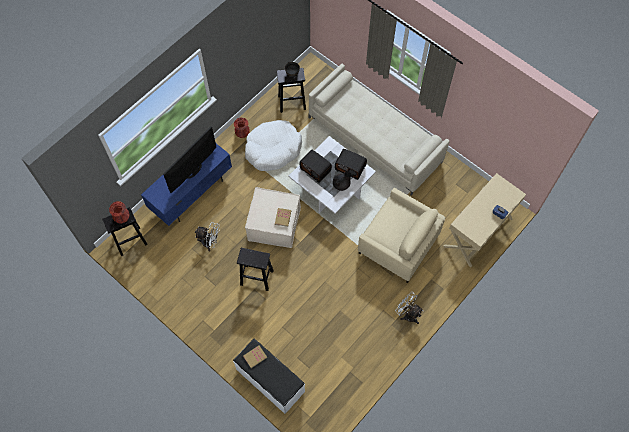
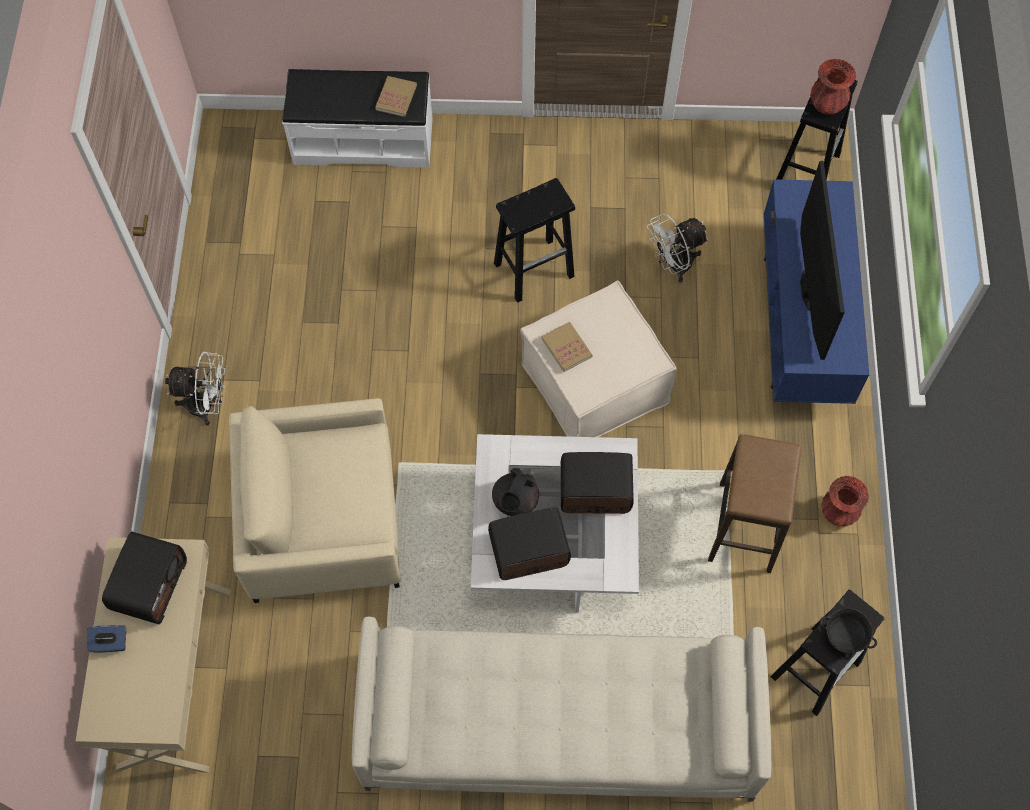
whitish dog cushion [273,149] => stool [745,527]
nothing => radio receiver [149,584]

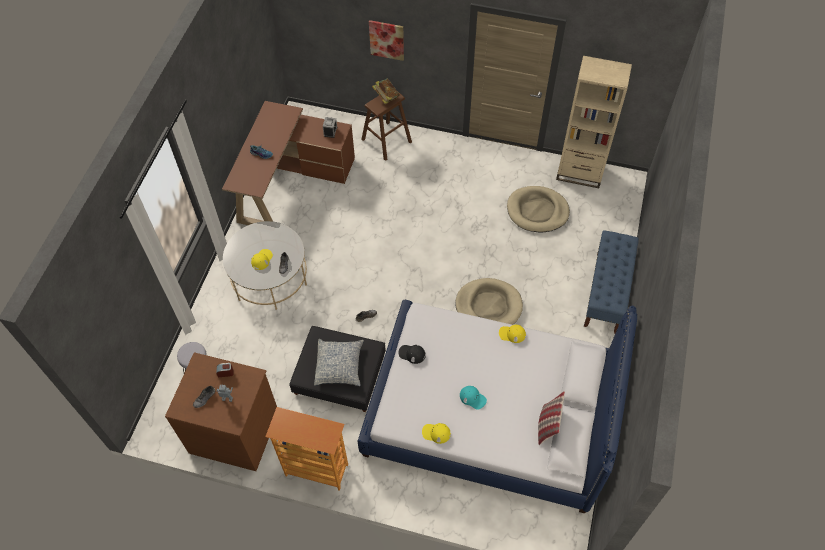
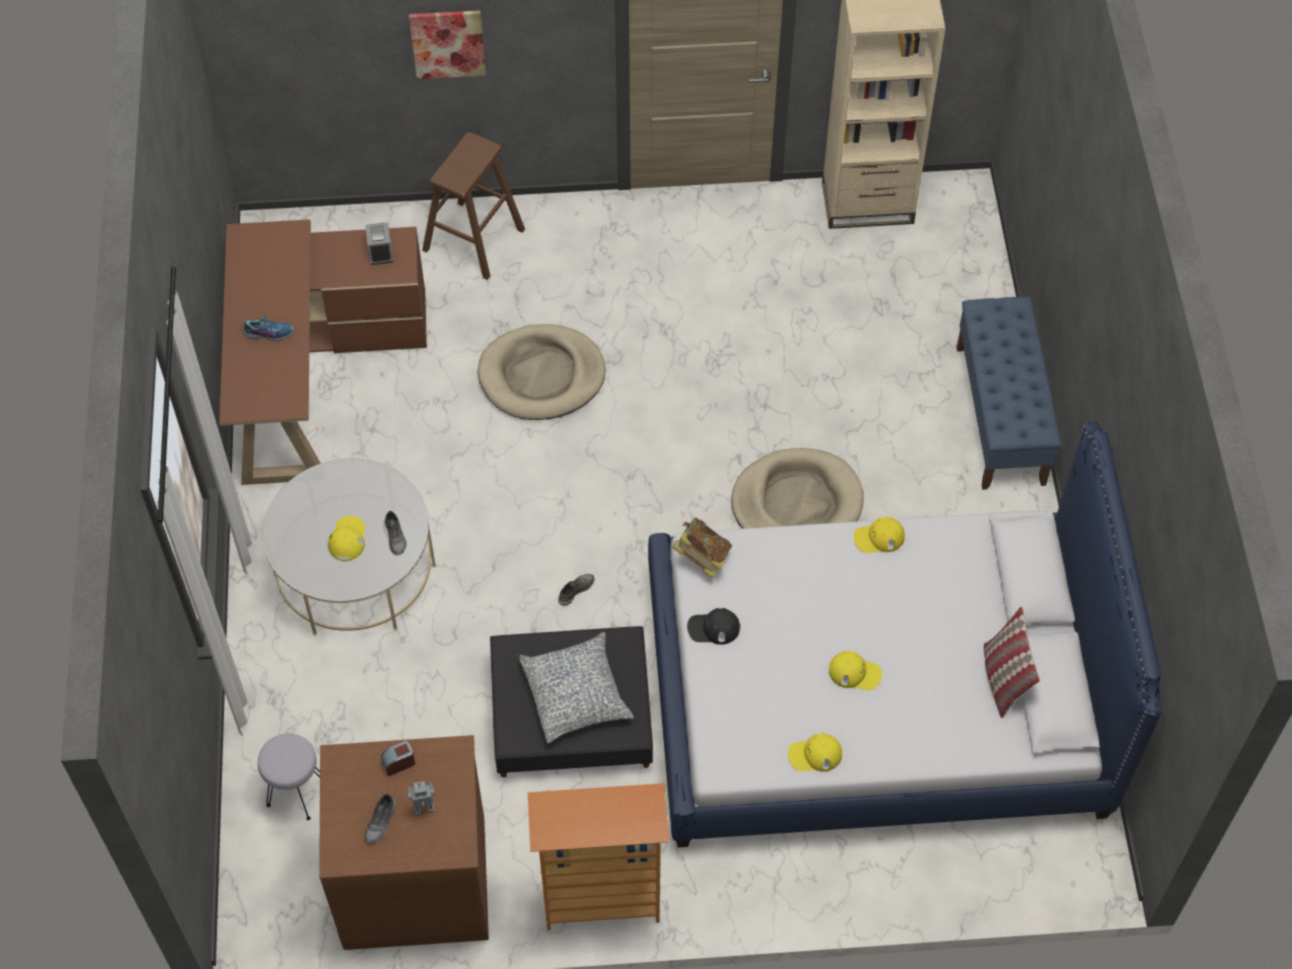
book [386,97] => book [702,557], relocated
turquoise baseball cap [472,398] => yellow-coloured baseball cap [855,672]
beige dog cushion [537,211] => beige dog cushion [541,376], relocated

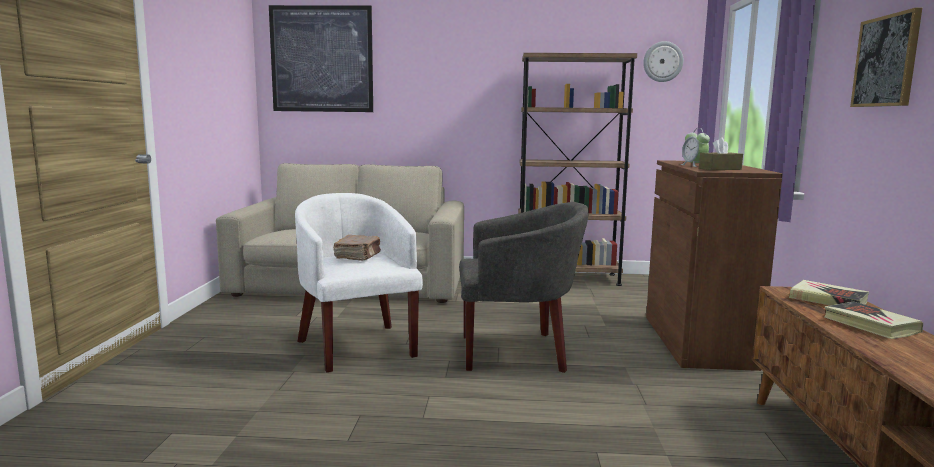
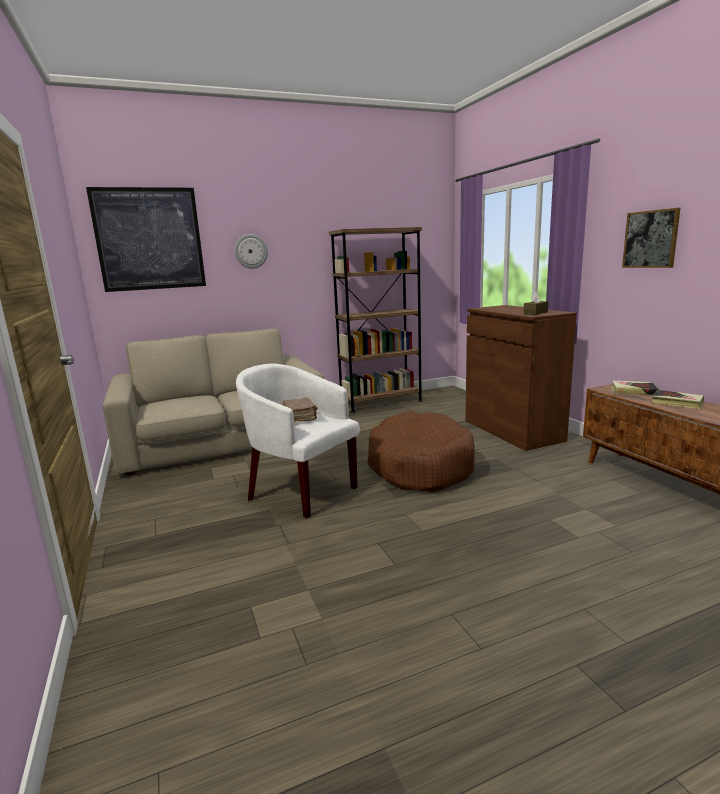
grey lounge chair [517,352] => brown-coloured dog cushion [419,466]
clock on the wall [663,61] => clock on the wall [251,251], relocated
bedside clock [694,165] => nothing

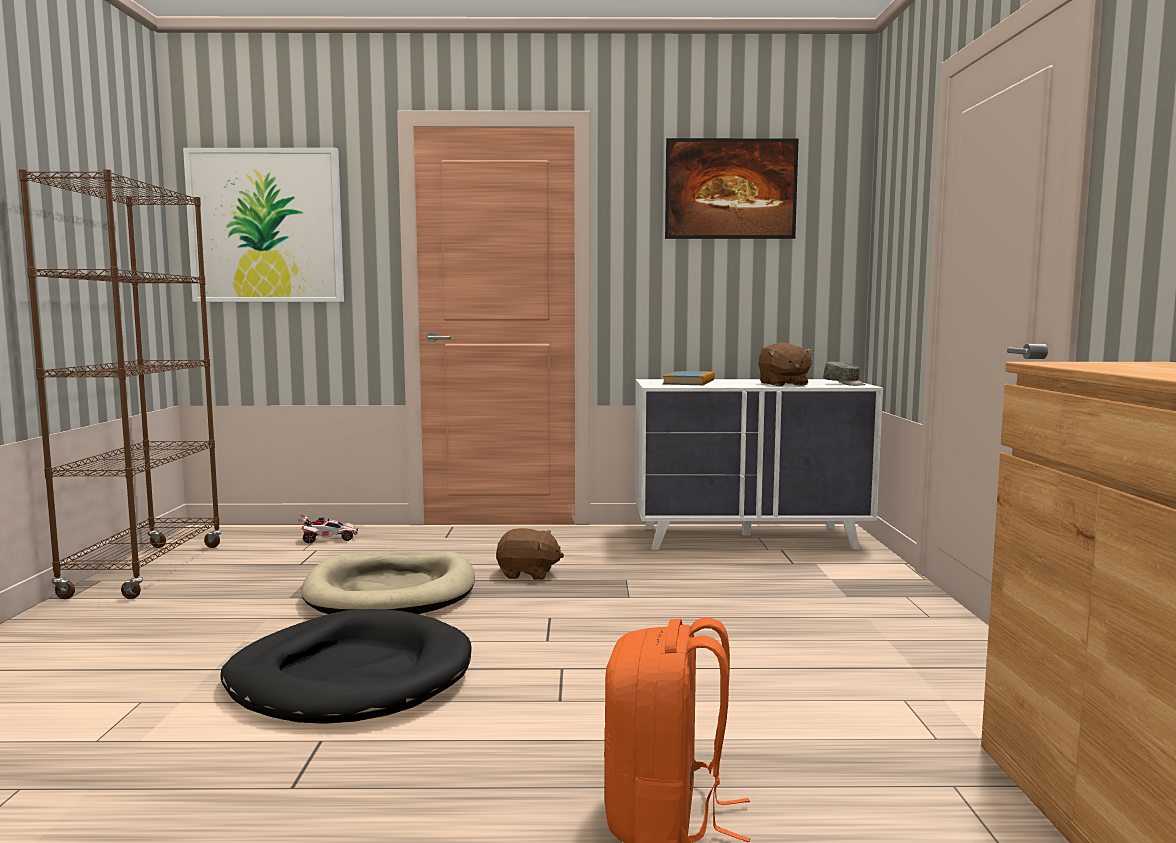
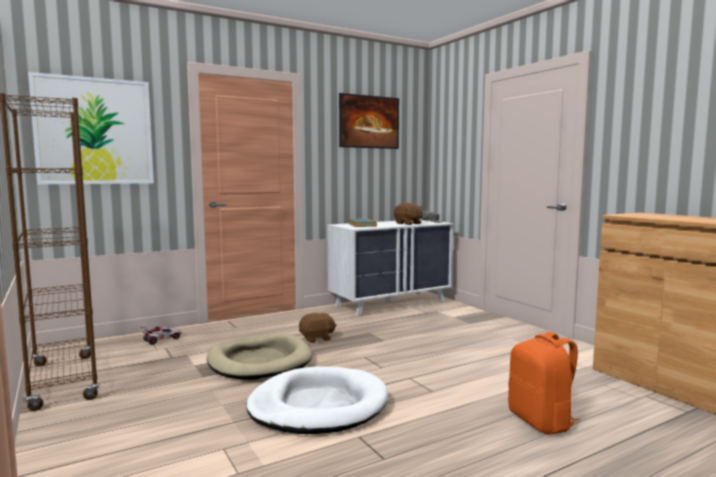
black-coloured dog cushion [350,676] => whitish dog cushion [318,406]

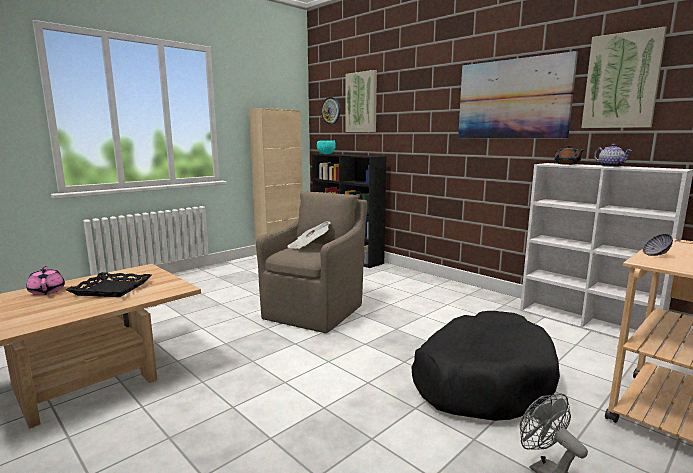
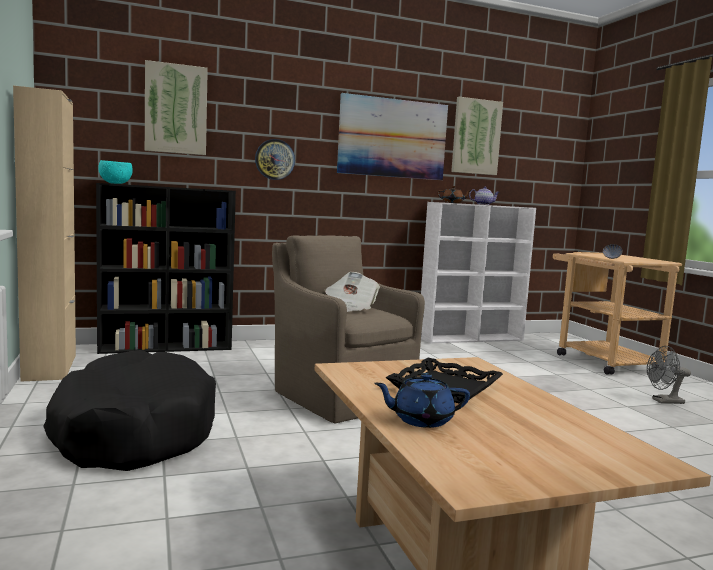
pinkish pot for tea [47,291] => blue pot for tea [421,420]
clock on the wall [331,110] => clock on the wall [274,159], relocated
black-coloured dog cushion [481,379] => black-coloured dog cushion [133,432], relocated

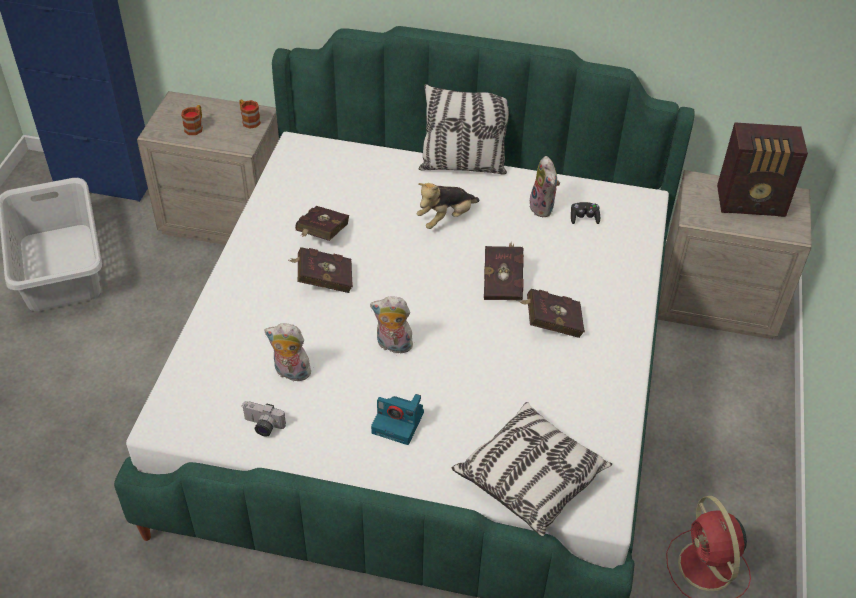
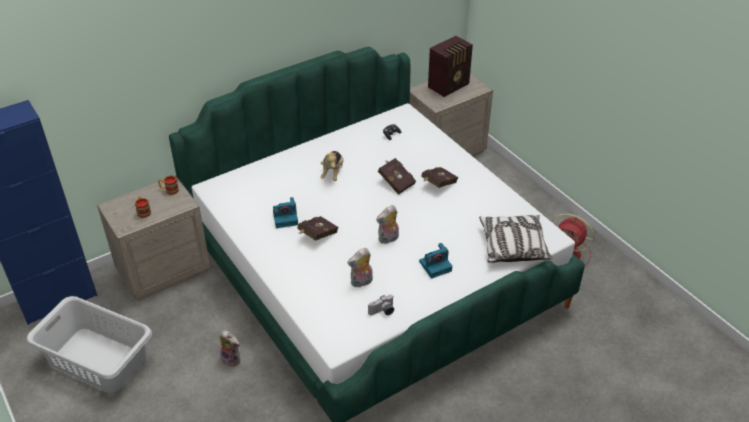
red-coloured book [321,235] => photo camera [286,218]
throw pillow [463,165] => nothing
soft toy [543,208] => soft toy [232,359], relocated

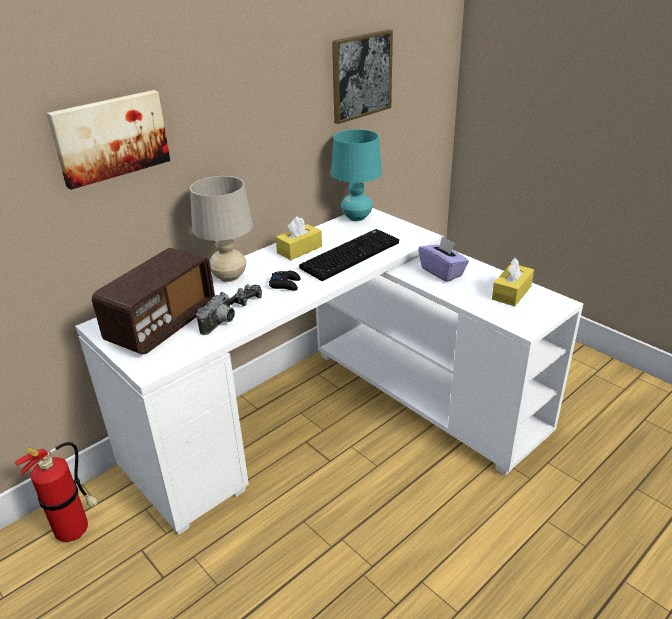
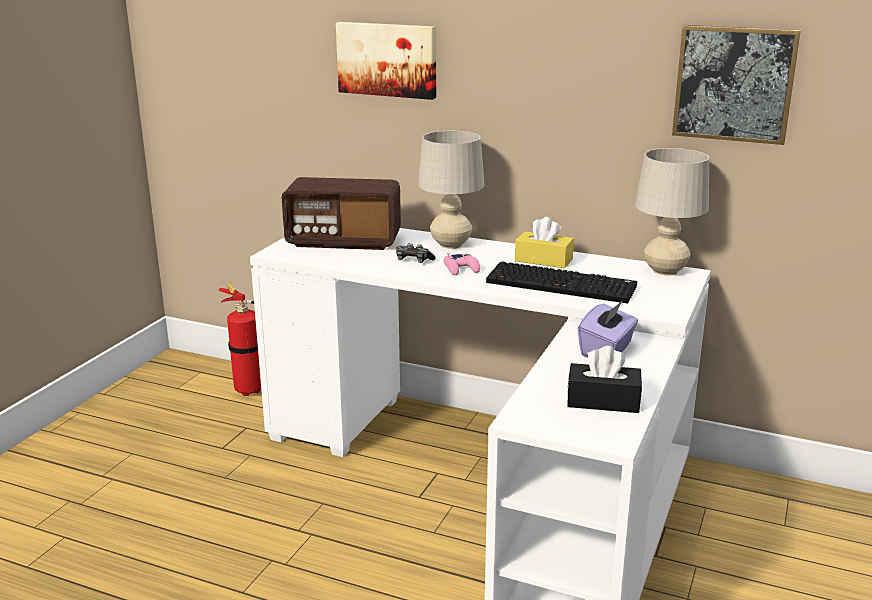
photo camera [220,324] => nothing
black-coloured gamepad [285,284] => pinkish gamepad [461,269]
turquoise tabletop lamp [357,217] => beige tabletop lamp [665,271]
yellow-coloured tissue box [511,292] => black-coloured tissue box [603,401]

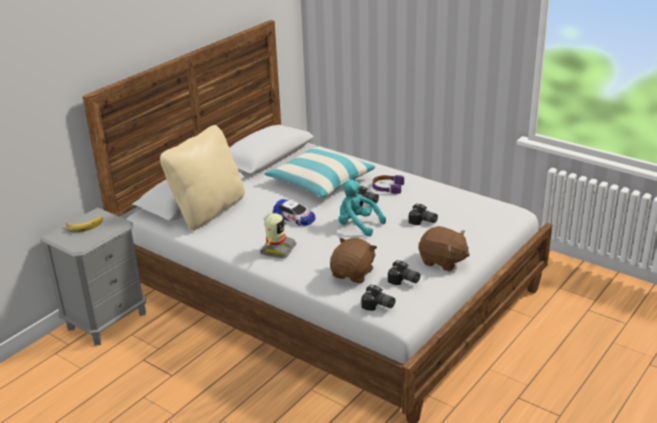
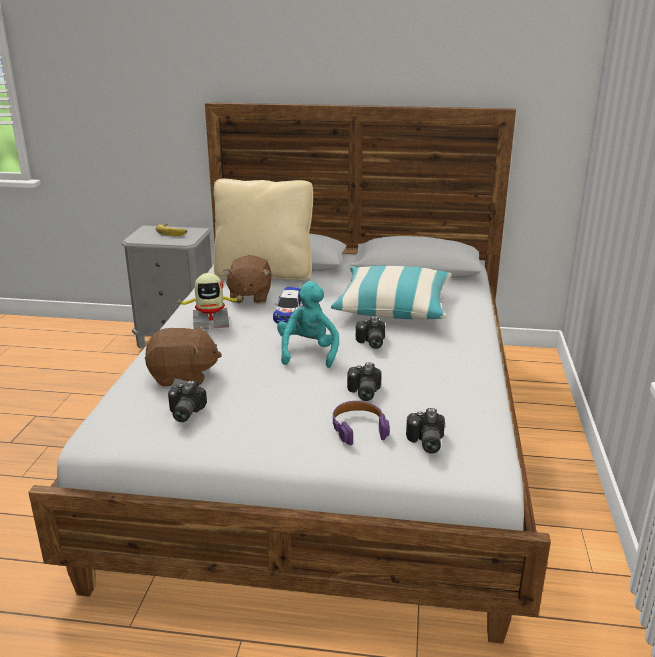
photo camera [378,306] => photo camera [424,442], relocated
purple-coloured headset [387,187] => purple-coloured headset [358,428], relocated
brown-coloured soft toy [442,261] => brown-coloured soft toy [249,296], relocated

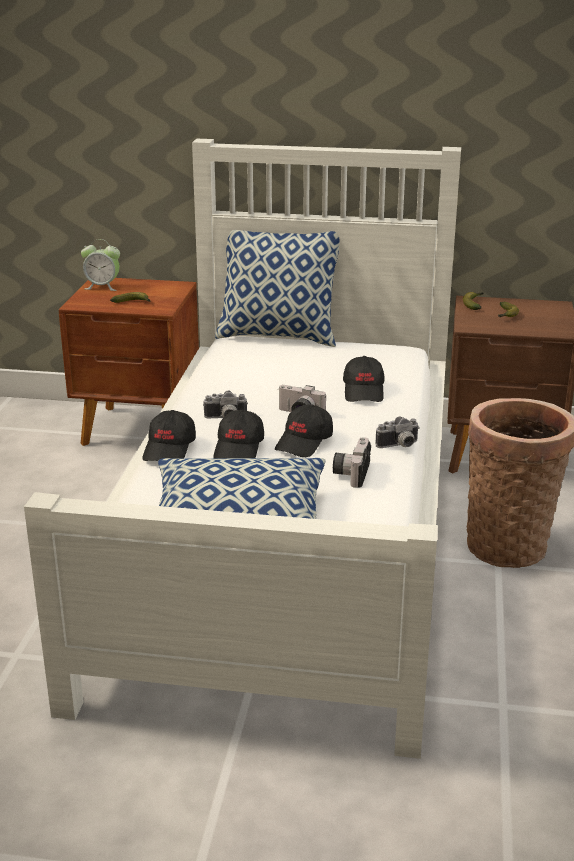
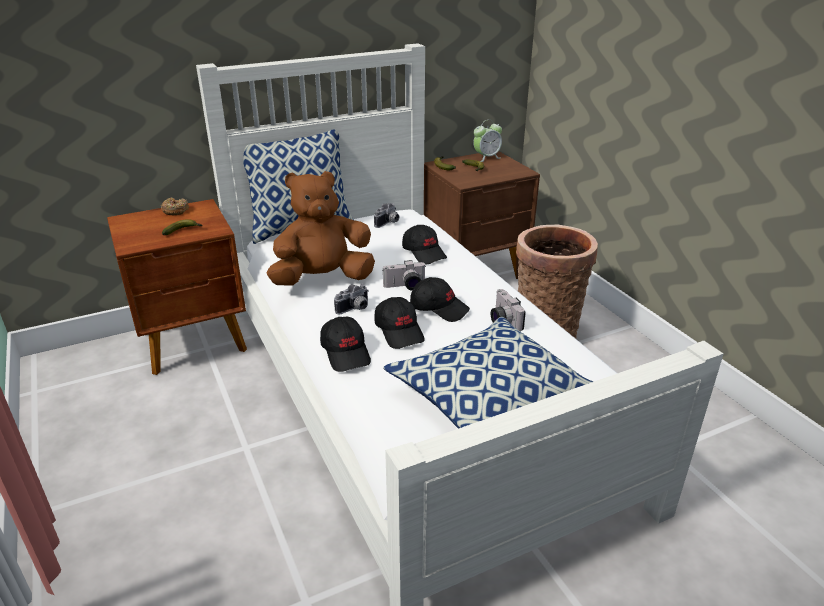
bedside clock [102,287] => bedside clock [486,157], relocated
black-coloured baseball cap [304,442] => black-coloured baseball cap [439,308], 60 degrees counterclockwise
photo camera [399,446] => photo camera [388,223], relocated
nothing => doughnut [175,211]
nothing => brown-coloured soft toy [323,279]

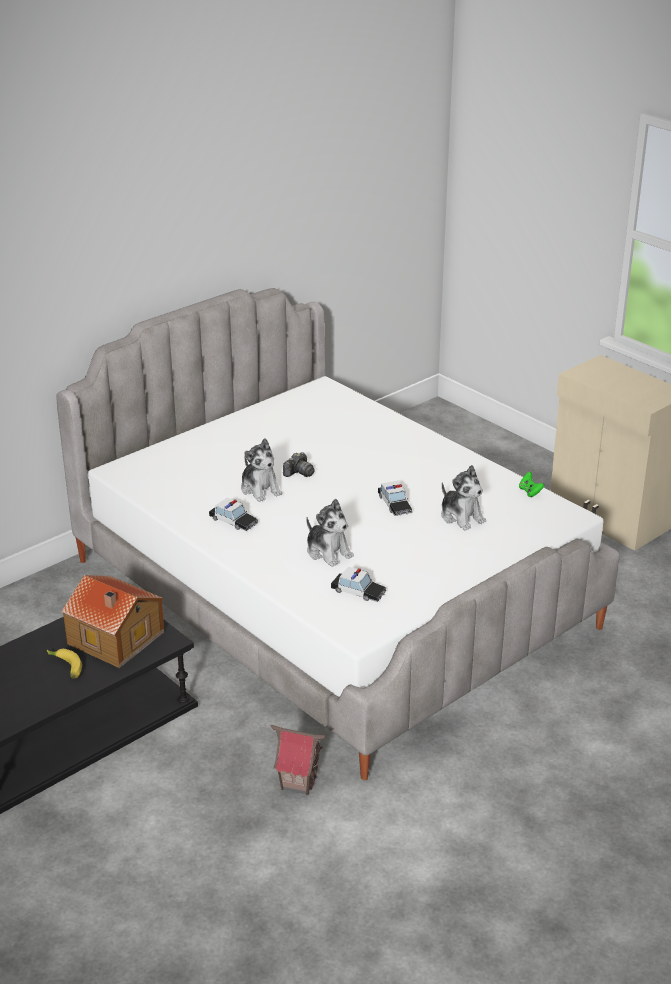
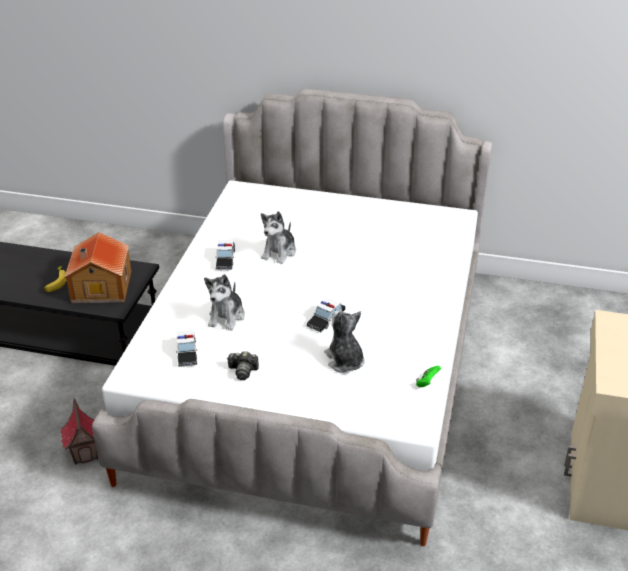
photo camera [299,473] => photo camera [243,371], relocated
soft toy [461,517] => soft toy [345,361], 135 degrees clockwise

